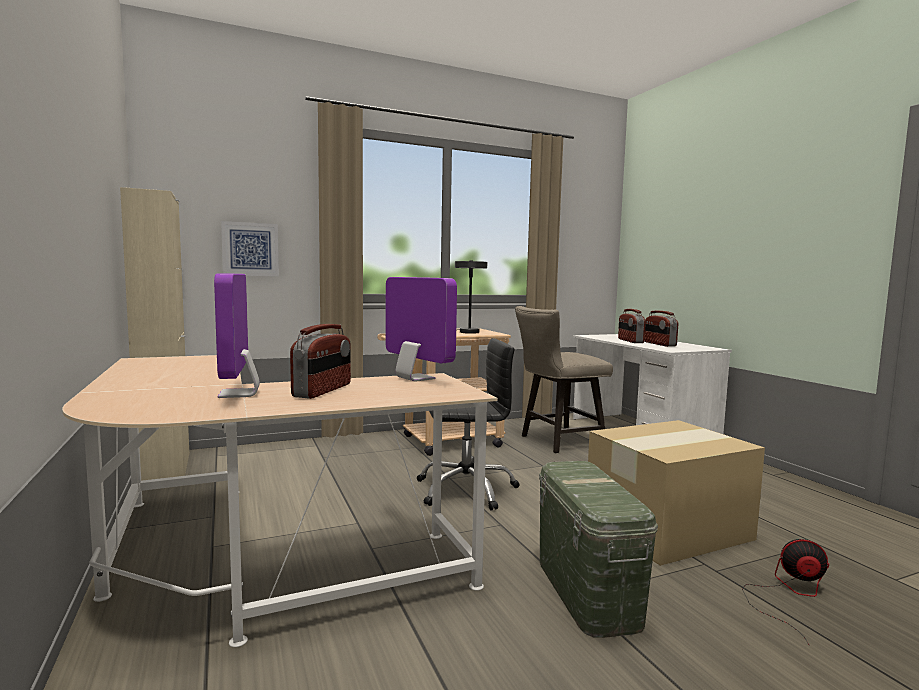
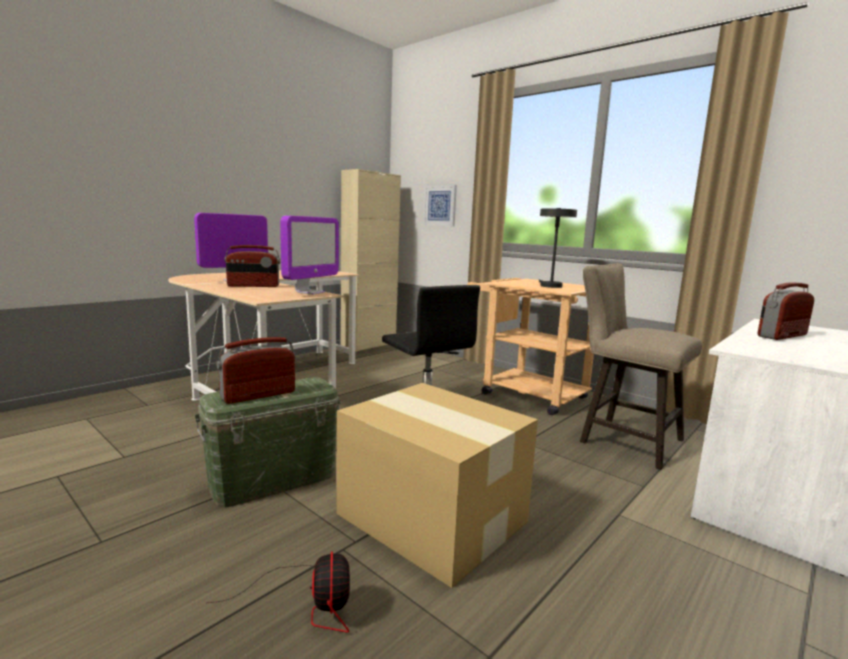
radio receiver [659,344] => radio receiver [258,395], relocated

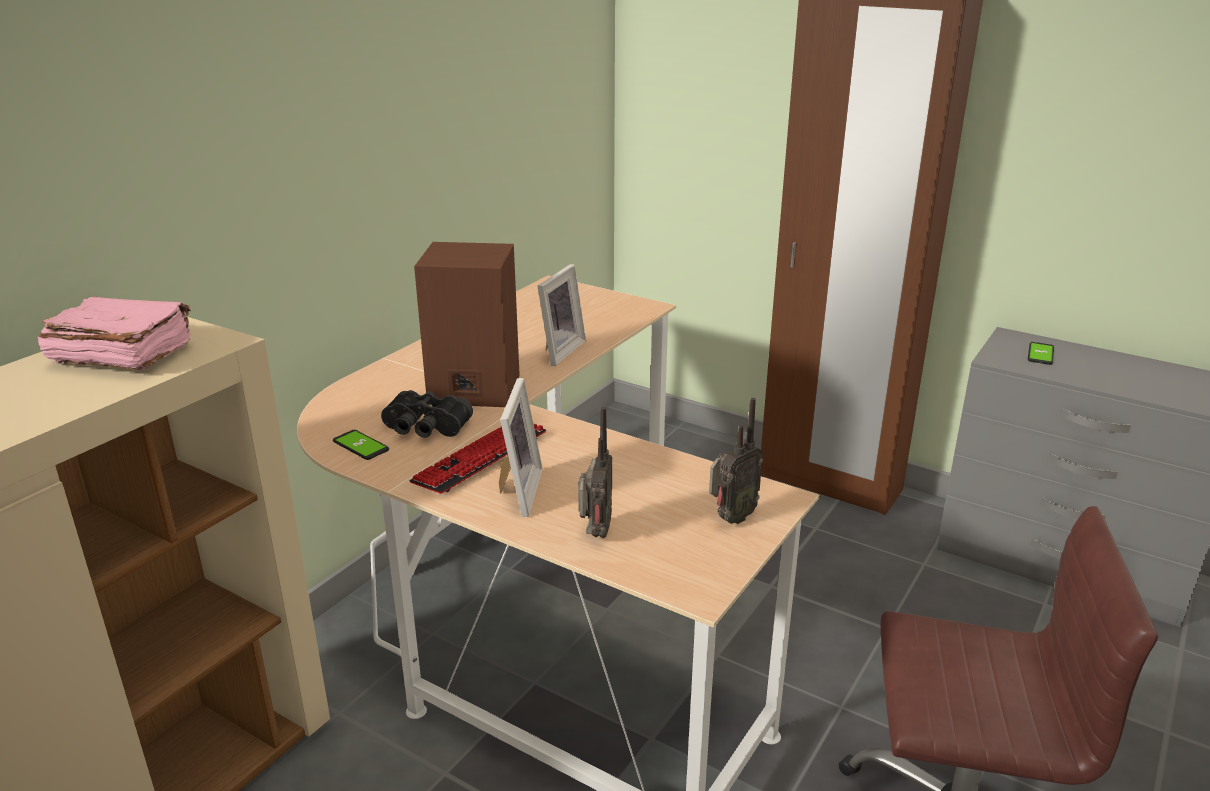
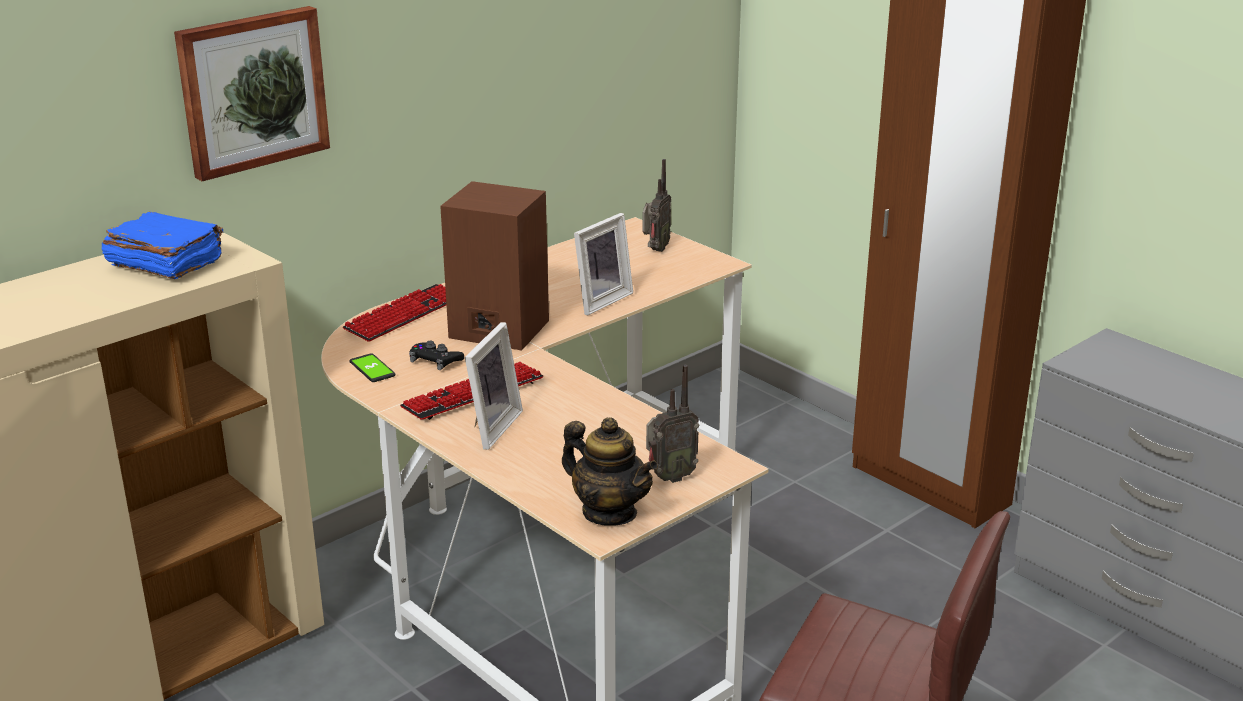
pinkish book [121,354] => blue book [165,263]
black-coloured pair of binoculars [424,428] => black-coloured gamepad [435,360]
radio receiver [595,534] => radio receiver [655,250], relocated
phone [1040,354] => nothing
nothing => wall picture [252,91]
nothing => keyboard [404,314]
nothing => pot for tea [609,512]

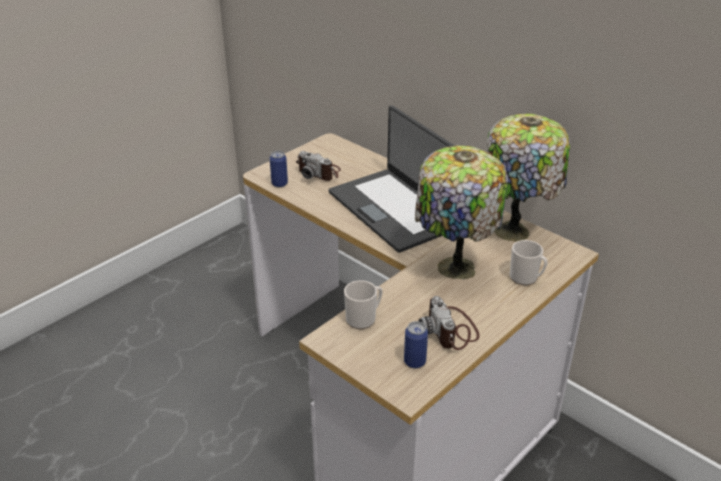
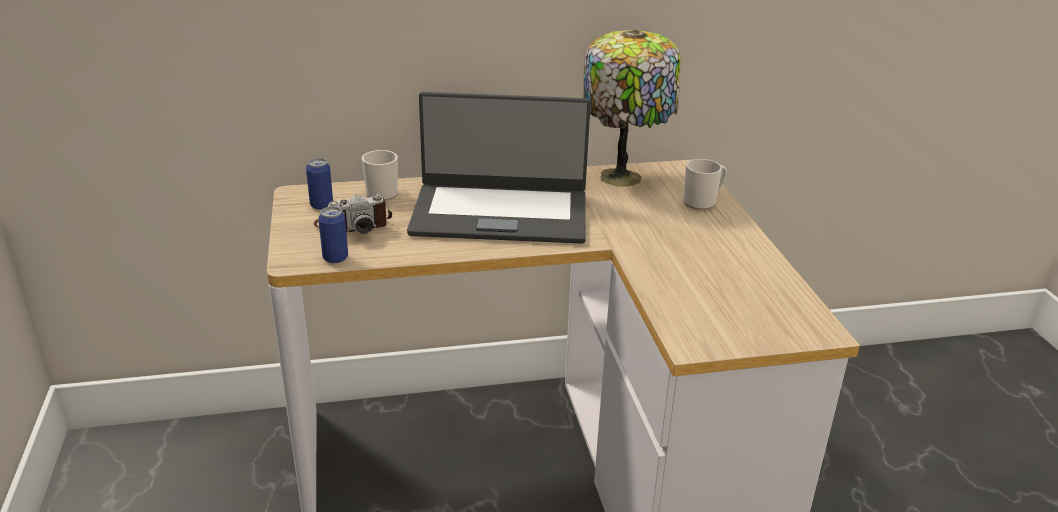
coffee mug [363,318] => coffee mug [383,192], relocated
sealed can [414,362] => sealed can [321,205], relocated
tabletop lamp [453,269] => nothing
photo camera [450,330] => nothing

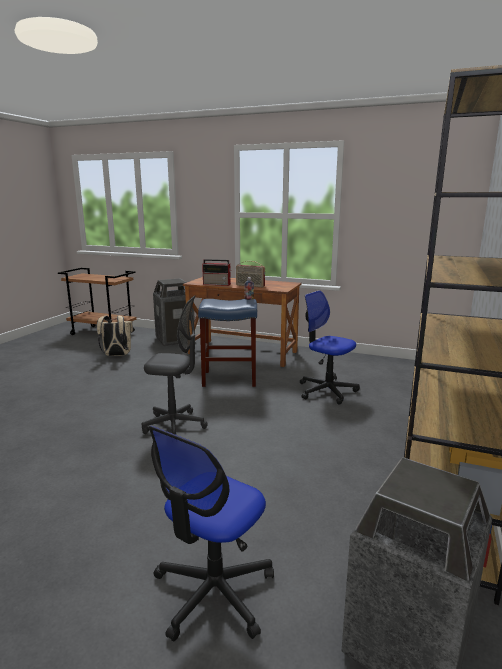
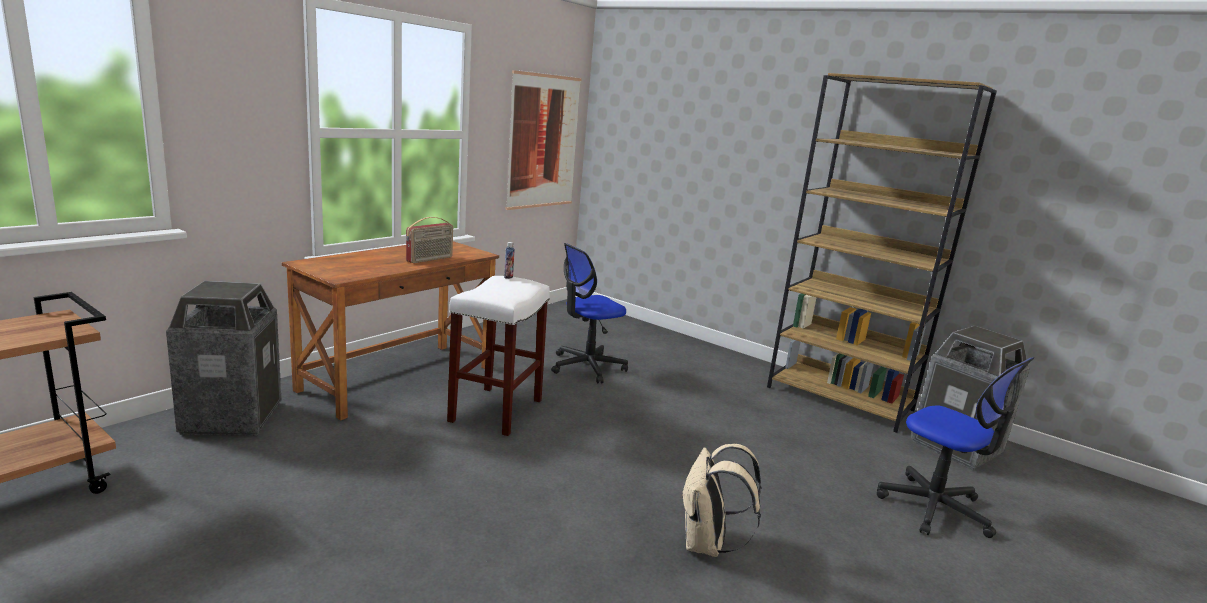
beige knapsack [116,355] => beige knapsack [707,545], relocated
grey office chair [174,426] => nothing
blue stool [228,379] => whitish stool [496,411]
radio receiver [217,284] => nothing
nothing => wall picture [543,141]

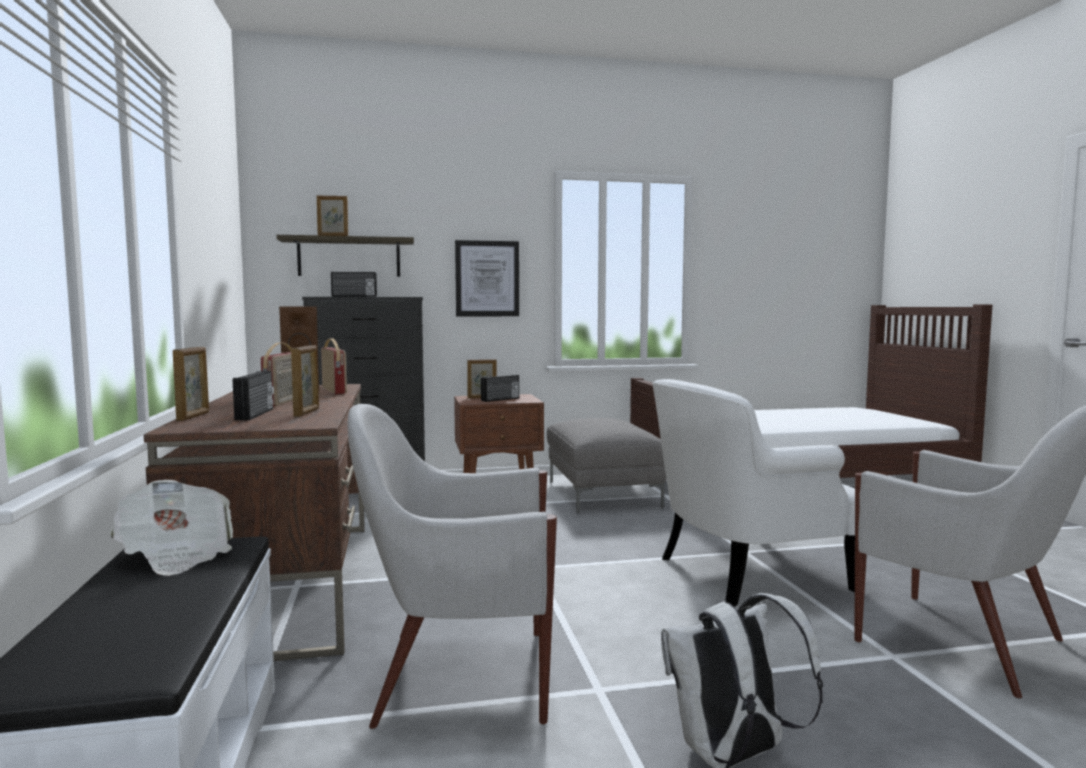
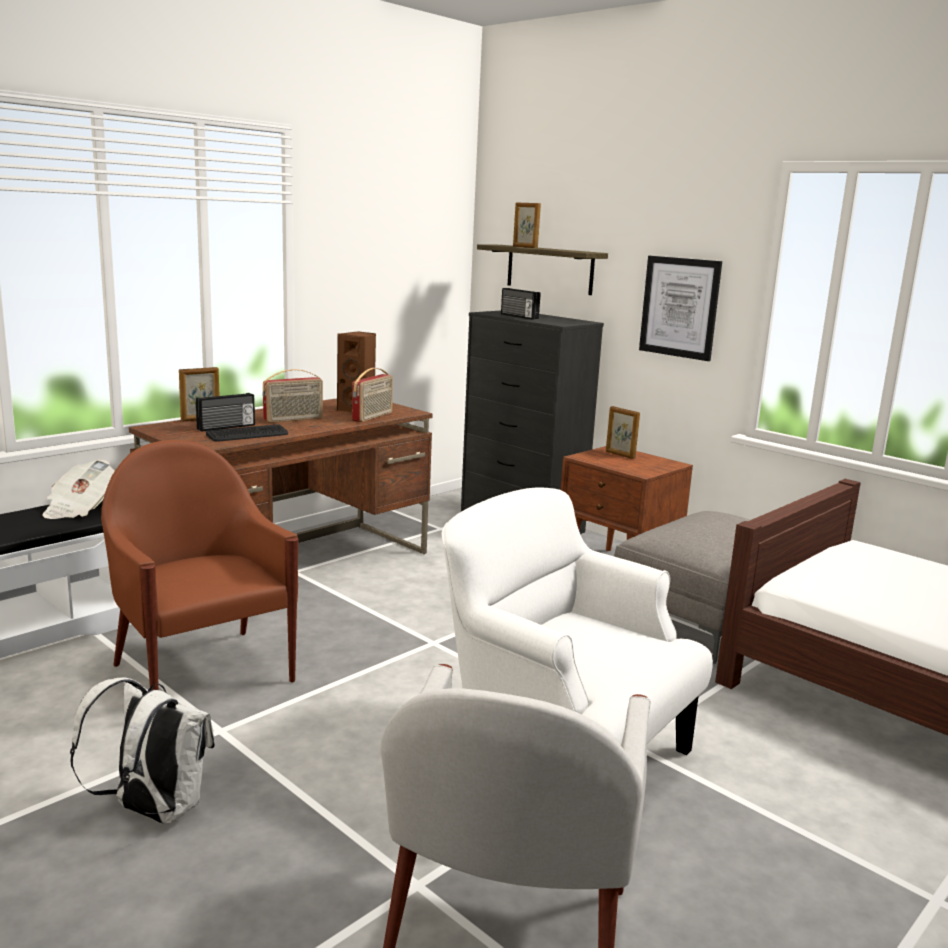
photo frame [307,413] => keyboard [248,435]
whitish lounge chair [459,675] => brown-coloured lounge chair [203,671]
radio receiver [500,399] => nothing

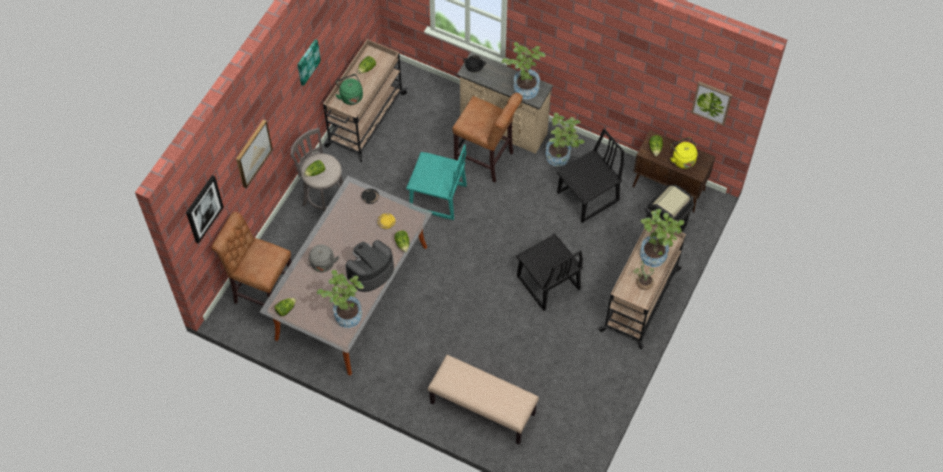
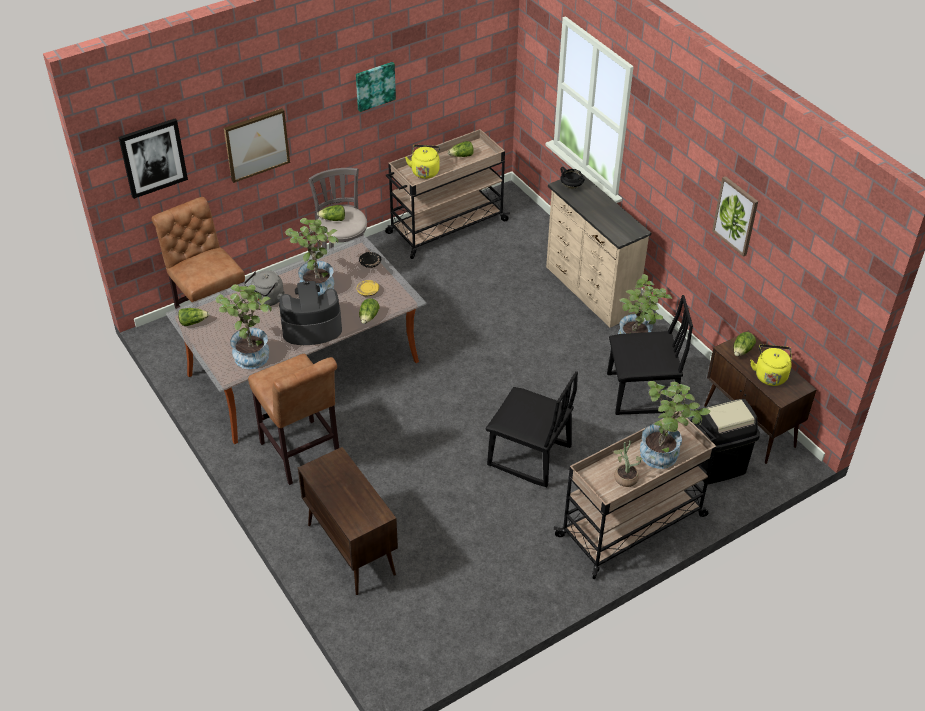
green-coloured kettle [350,96] => yellow-coloured kettle [425,171]
turquoise upright chair [438,198] => nothing
beige long seat [482,409] => brown-coloured storage cabinet [350,549]
brown-coloured stool [486,160] => brown-coloured stool [302,455], relocated
houseplant [523,86] => houseplant [317,285], relocated
black-coloured upright chair [547,283] => black-coloured upright chair [529,457], 60 degrees counterclockwise
wall picture [712,102] => wall picture [736,215], relocated

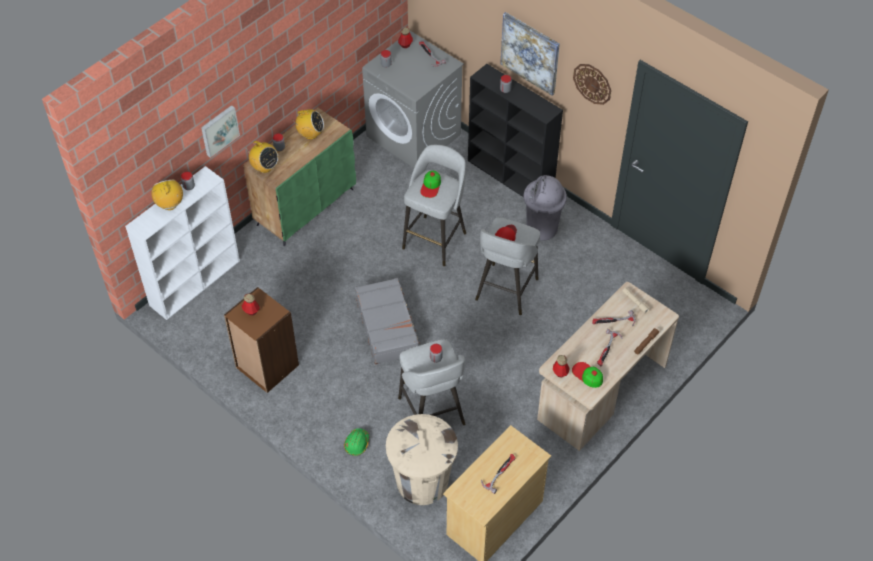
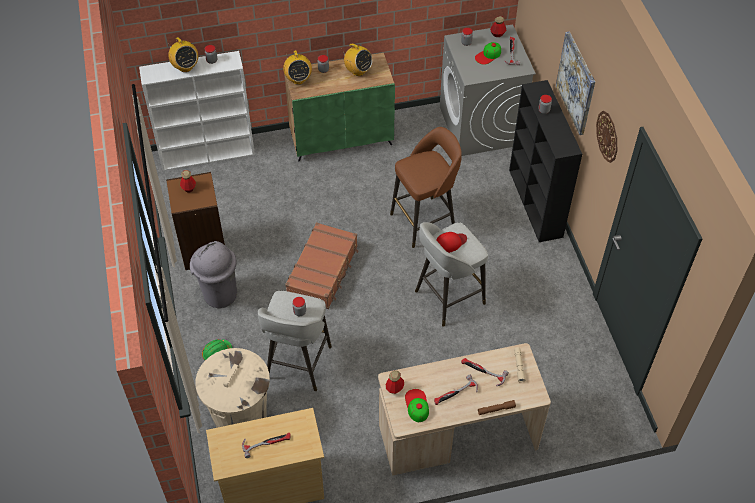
radio receiver [170,204] => radio receiver [185,67], 135 degrees clockwise
wall picture [219,130] => nothing
grey suitcase [387,326] => brown-coloured suitcase [323,271]
grey stool [435,239] => brown-coloured stool [424,221]
baseball cap [431,186] => baseball cap [488,55], relocated
grey trash can [541,229] => grey trash can [219,295], relocated

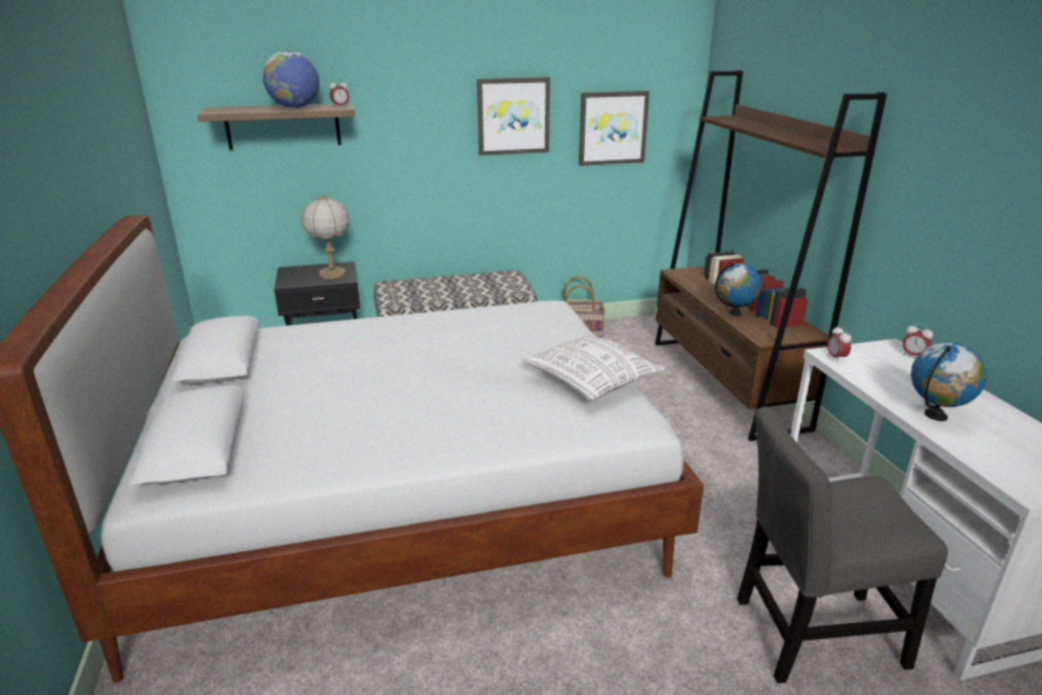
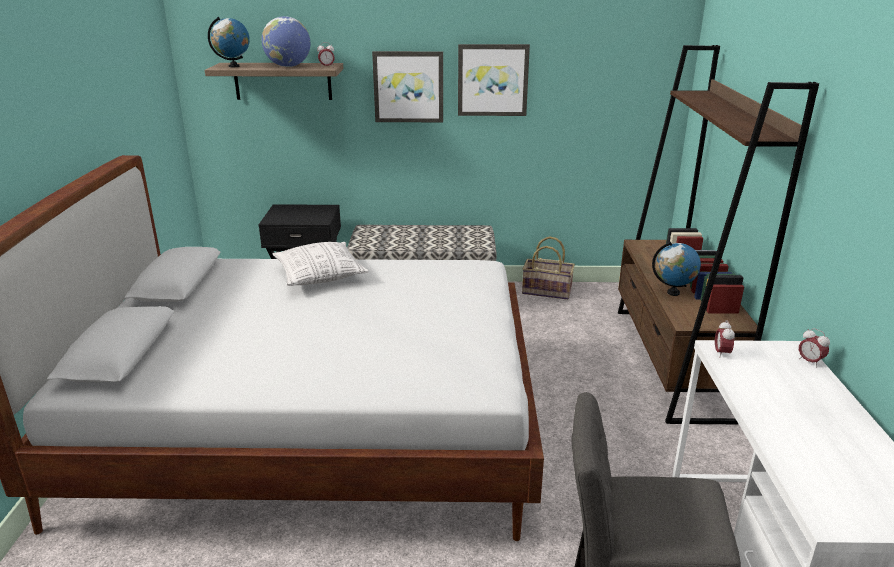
tabletop lamp [332,274] => nothing
throw pillow [591,381] => throw pillow [320,276], relocated
wall picture [612,128] => wall picture [408,87], relocated
world globe [935,416] => world globe [233,66], relocated

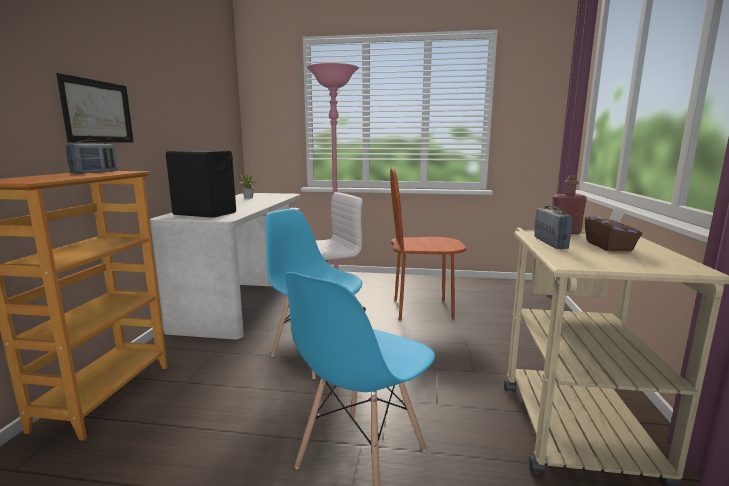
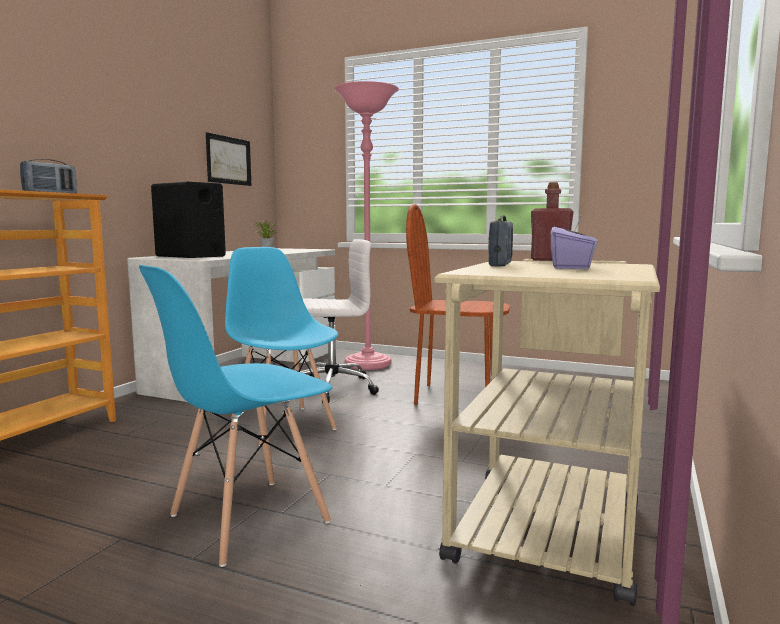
wall picture [98,111] => wall picture [229,160], relocated
brown-coloured tissue box [609,247] => purple-coloured tissue box [571,267]

